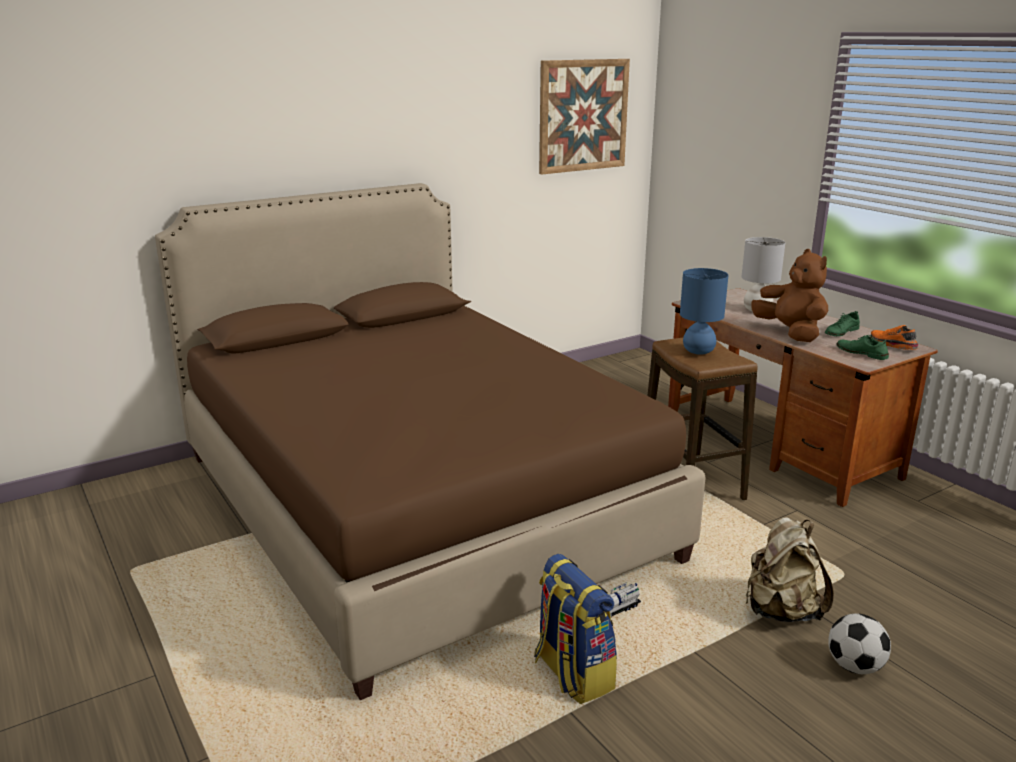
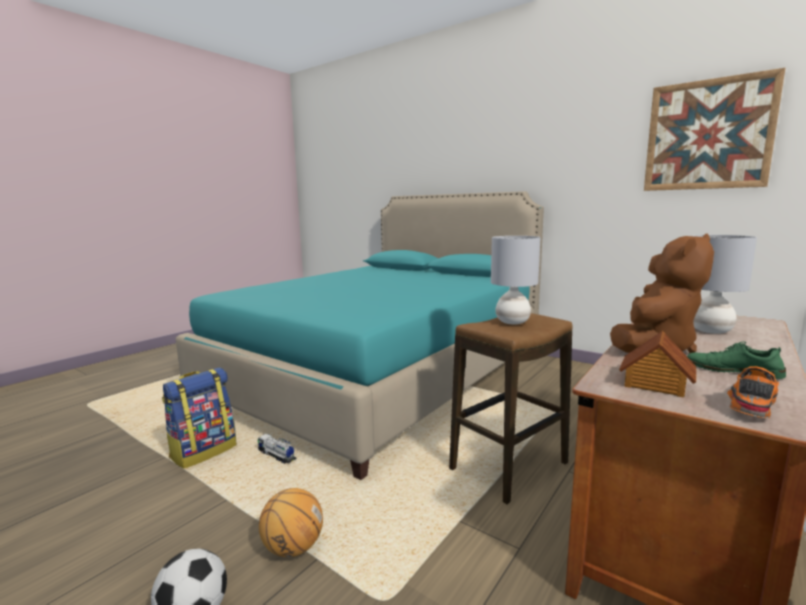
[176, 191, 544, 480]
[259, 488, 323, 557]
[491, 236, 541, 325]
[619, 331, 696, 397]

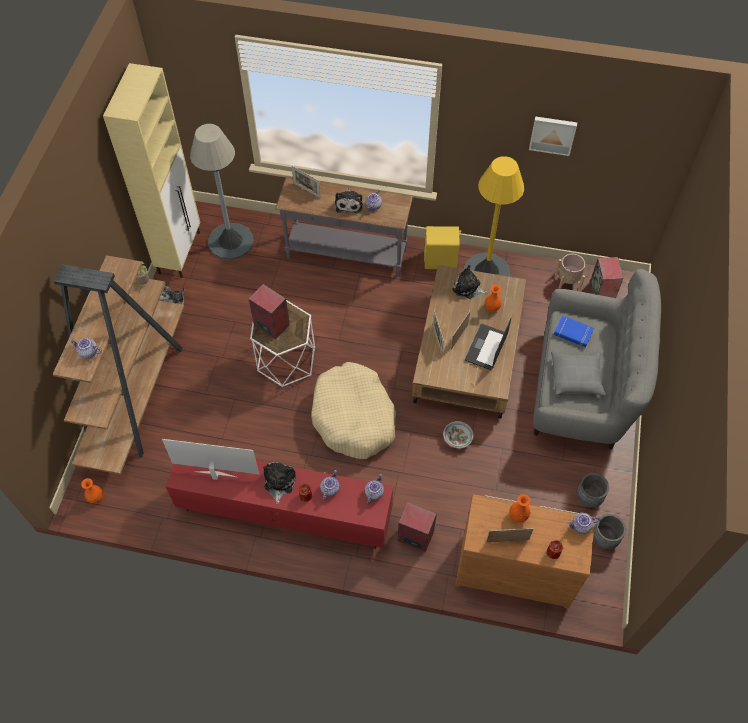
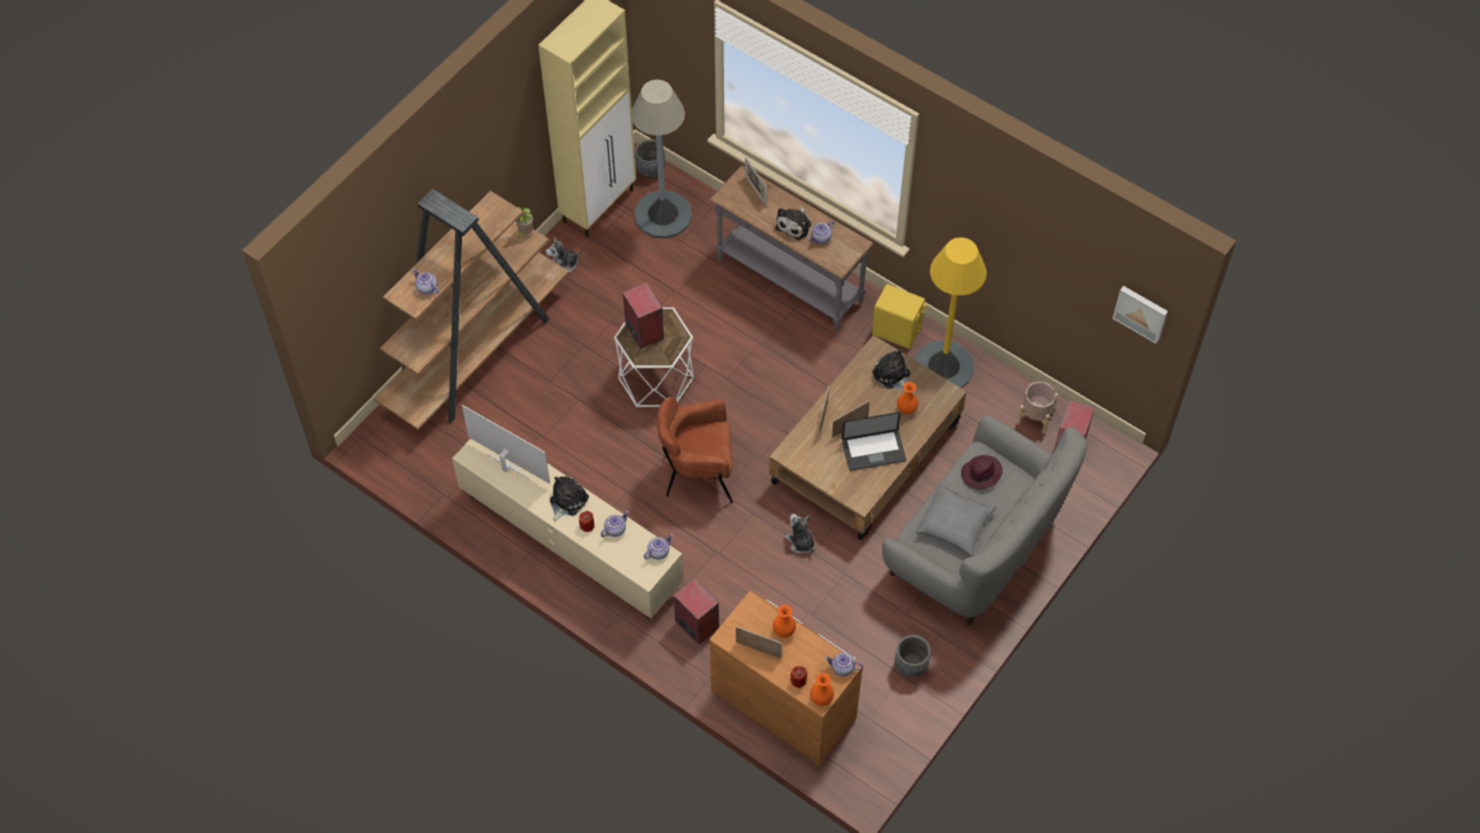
[452, 439, 684, 619]
[635, 139, 665, 178]
[657, 397, 733, 503]
[785, 514, 814, 554]
[810, 673, 834, 706]
[842, 412, 906, 471]
[961, 455, 1003, 490]
[1112, 286, 1168, 344]

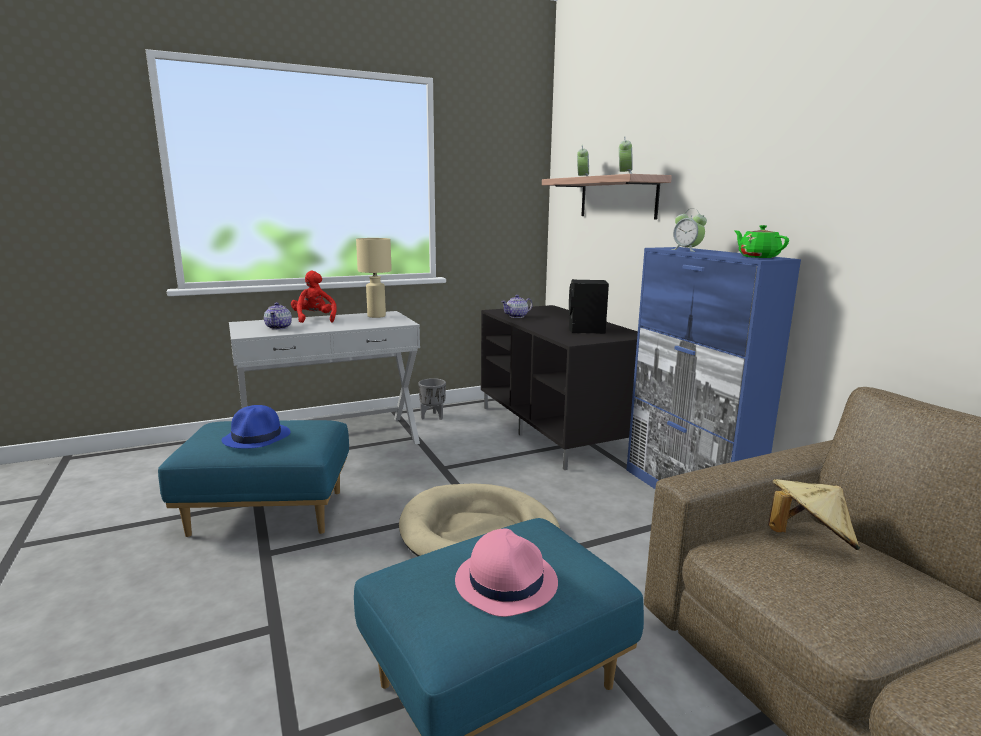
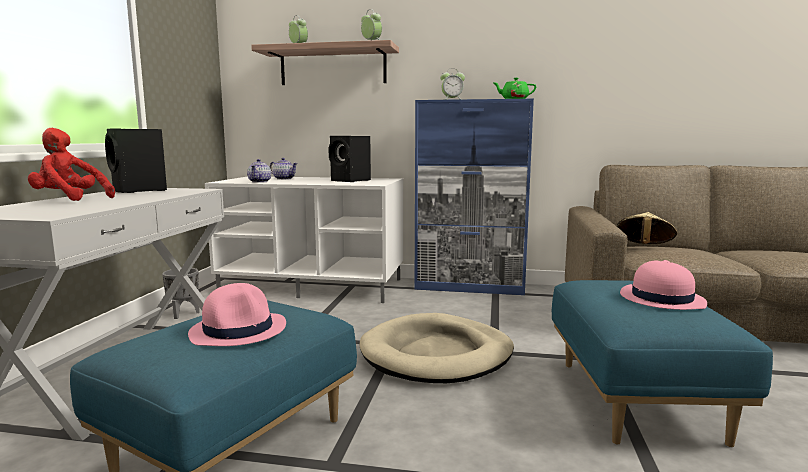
[105, 128, 167, 193]
[188, 283, 286, 346]
[205, 176, 403, 303]
[270, 158, 298, 180]

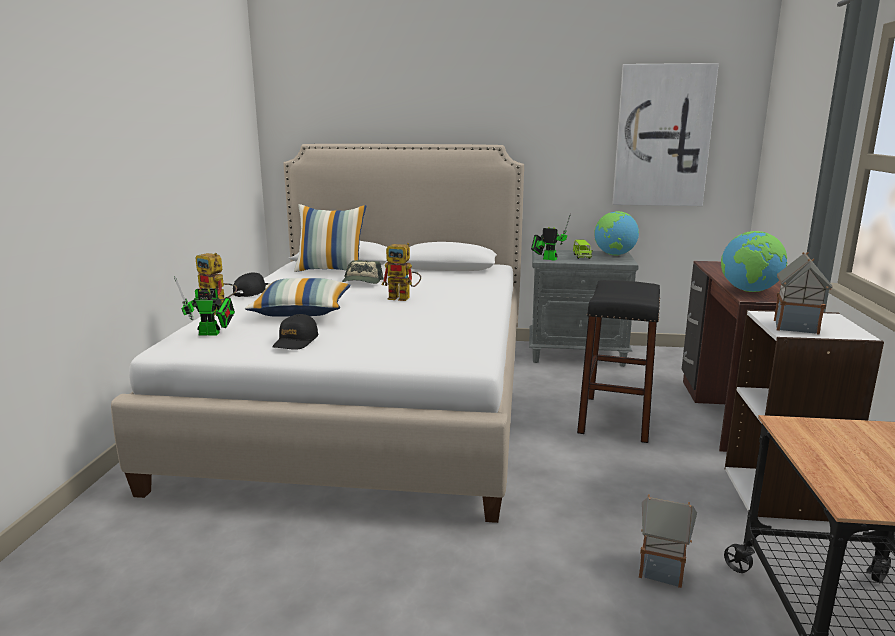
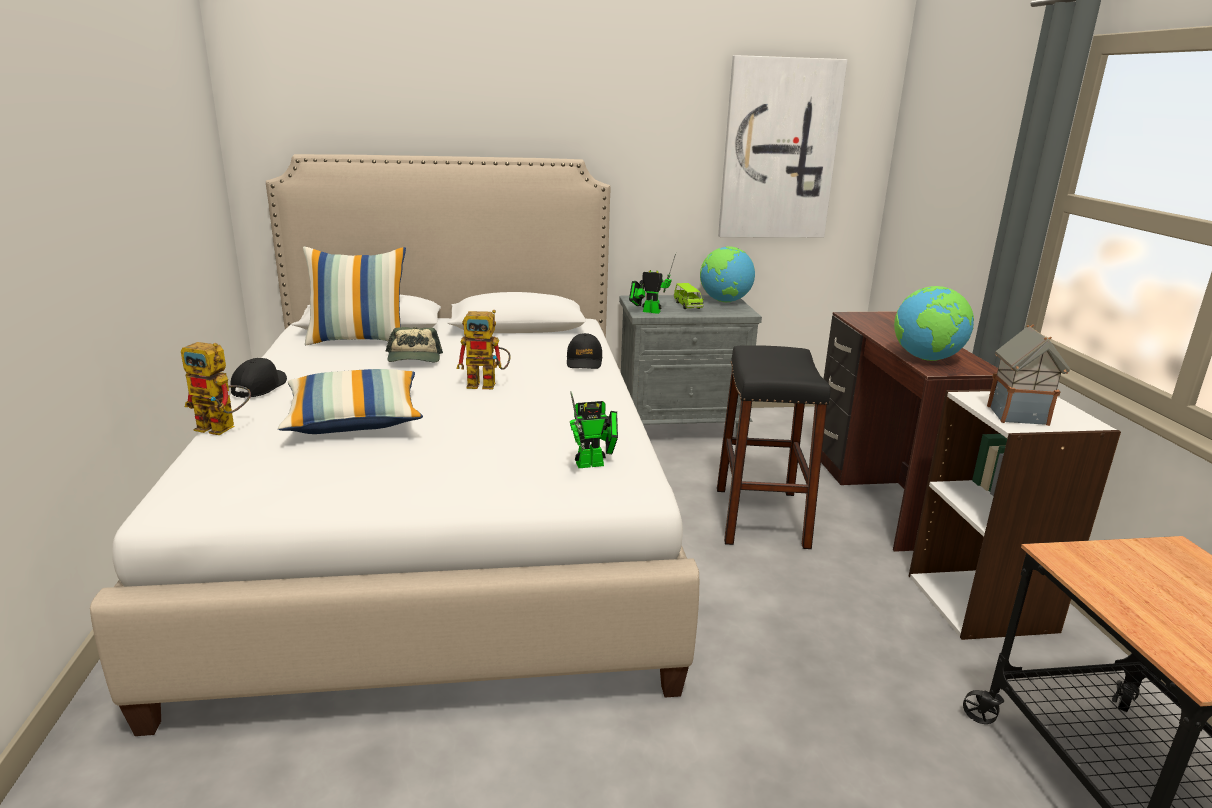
[567, 333, 603, 369]
[570, 391, 618, 468]
[639, 494, 697, 588] (first image)

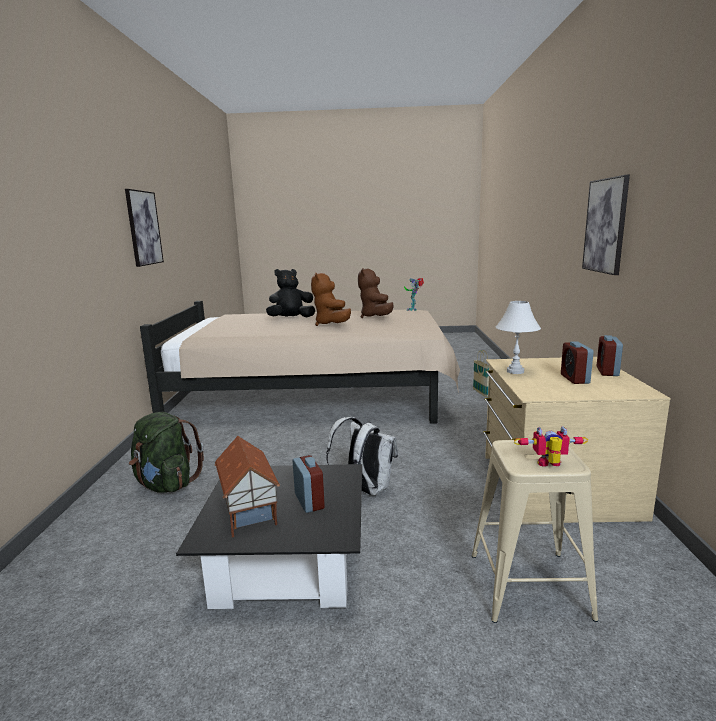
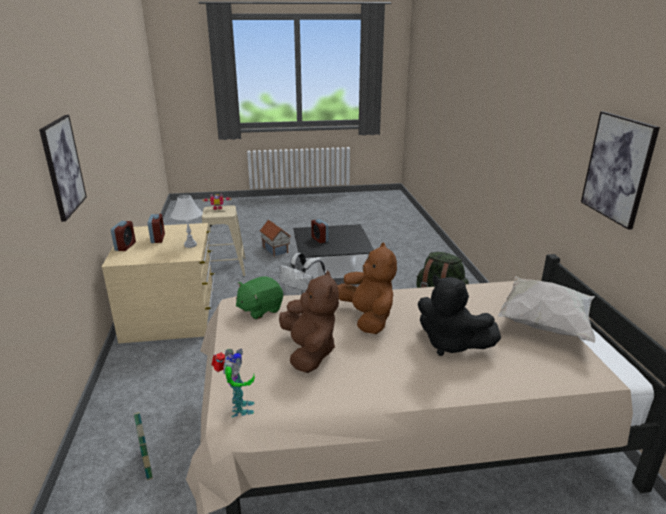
[236, 276, 283, 319]
[259, 220, 291, 257]
[418, 275, 501, 356]
[498, 276, 596, 343]

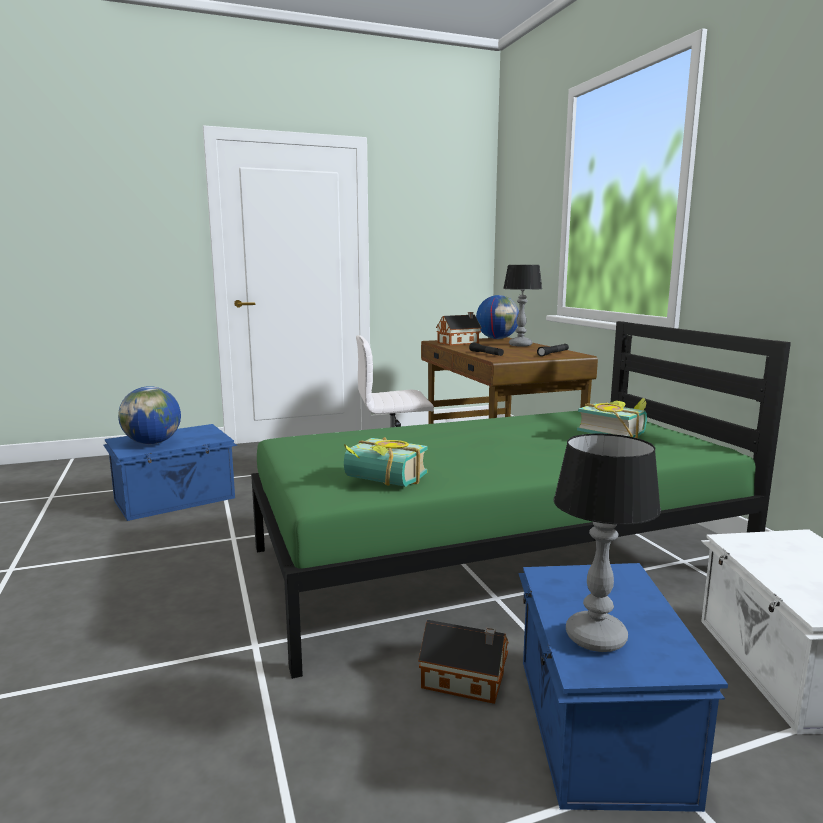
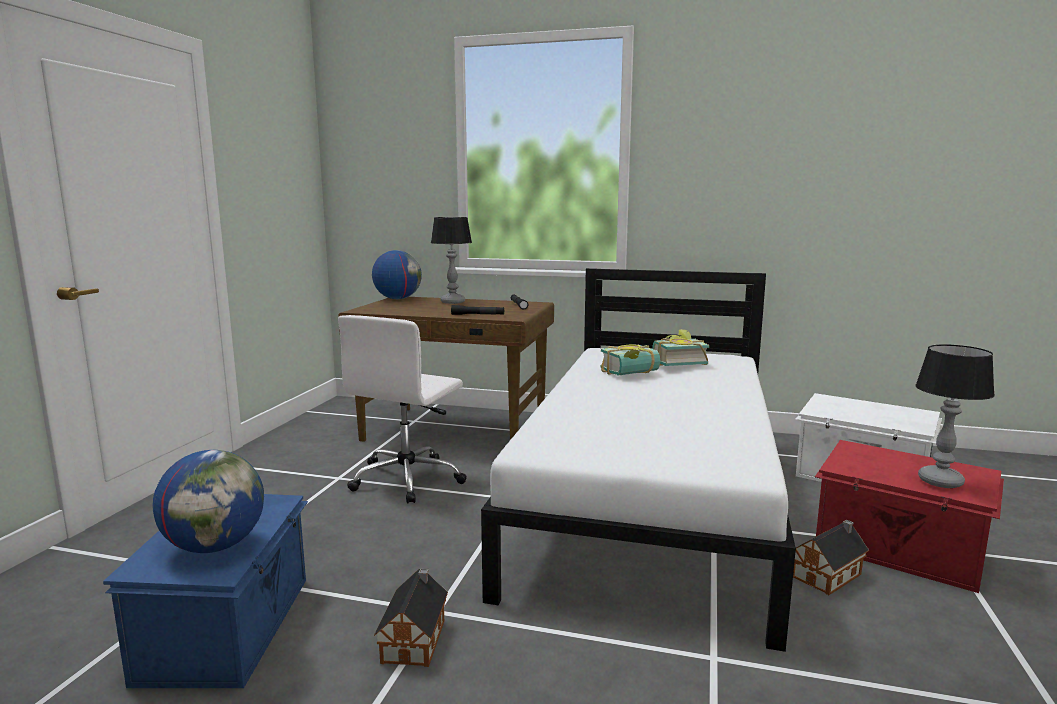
[374, 568, 448, 667]
[481, 268, 796, 652]
[600, 345, 660, 376]
[815, 440, 1004, 593]

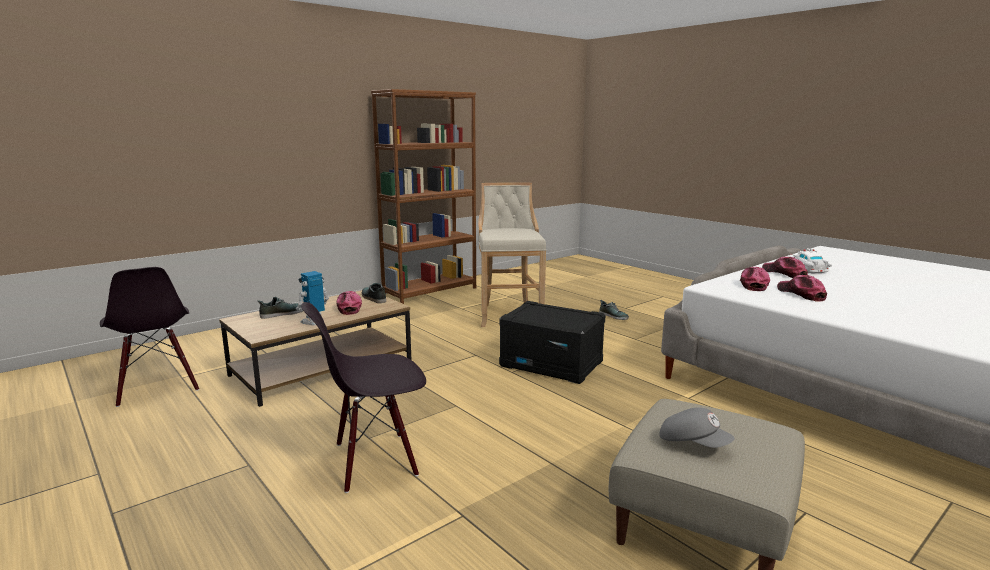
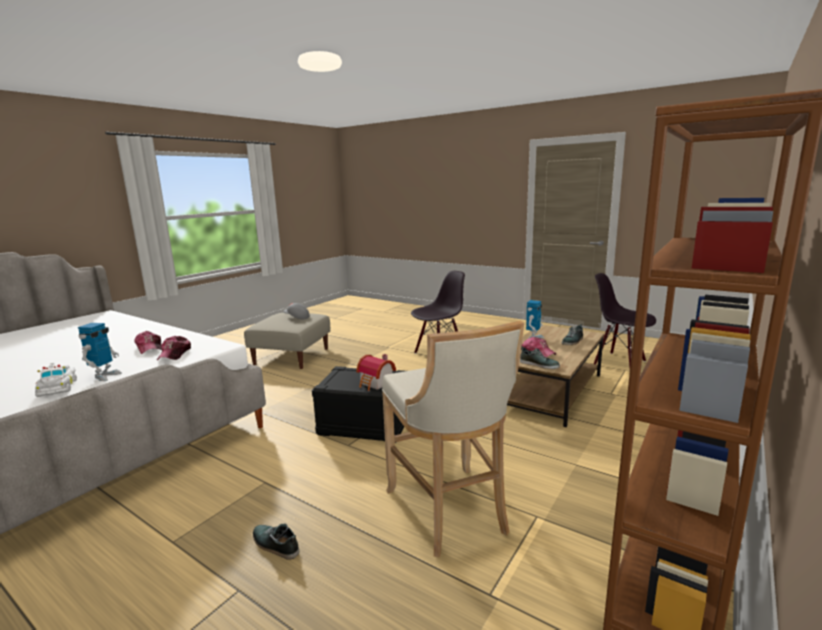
[78, 323, 122, 381]
[356, 354, 396, 391]

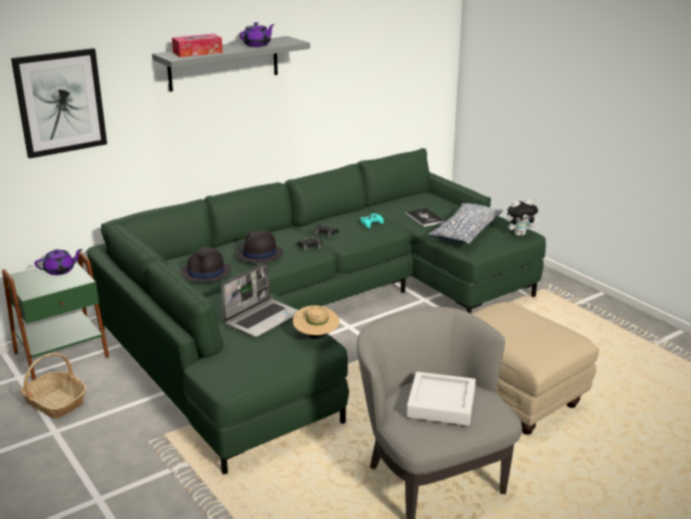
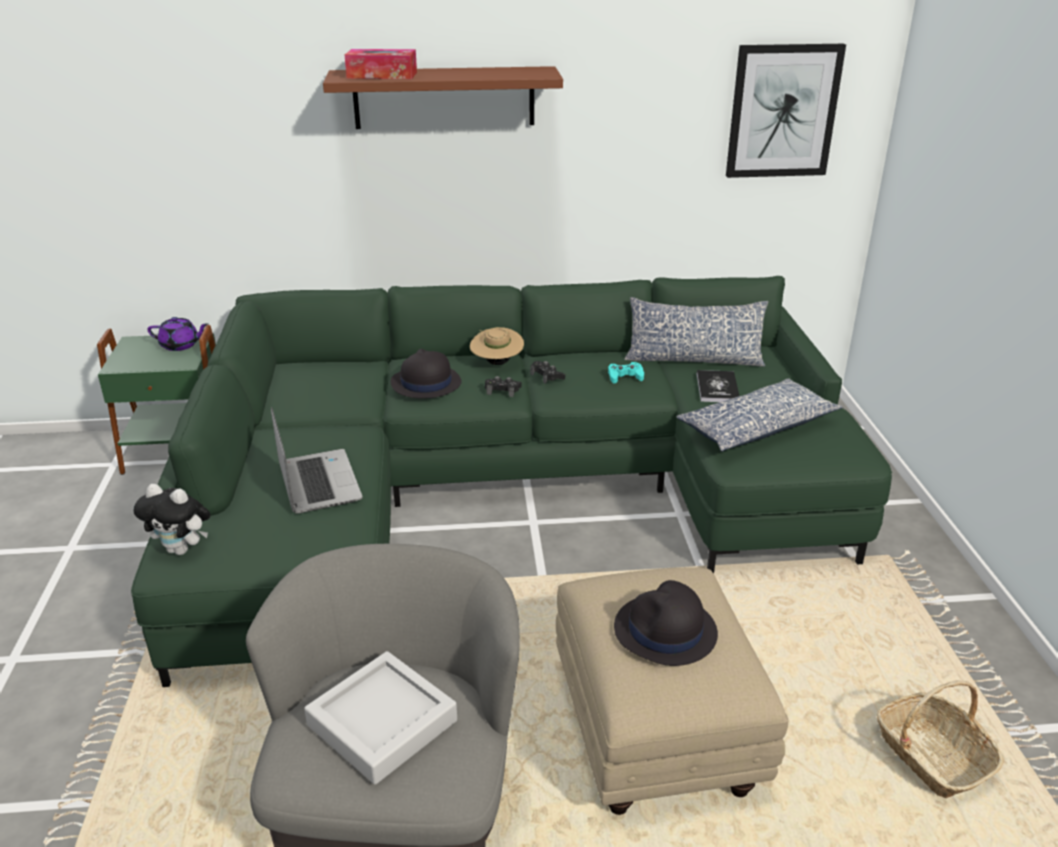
[134, 484, 211, 555]
[271, 407, 363, 514]
[323, 66, 563, 129]
[470, 327, 524, 365]
[614, 580, 718, 666]
[624, 297, 768, 367]
[726, 44, 846, 178]
[877, 680, 1005, 798]
[239, 22, 274, 47] (first image)

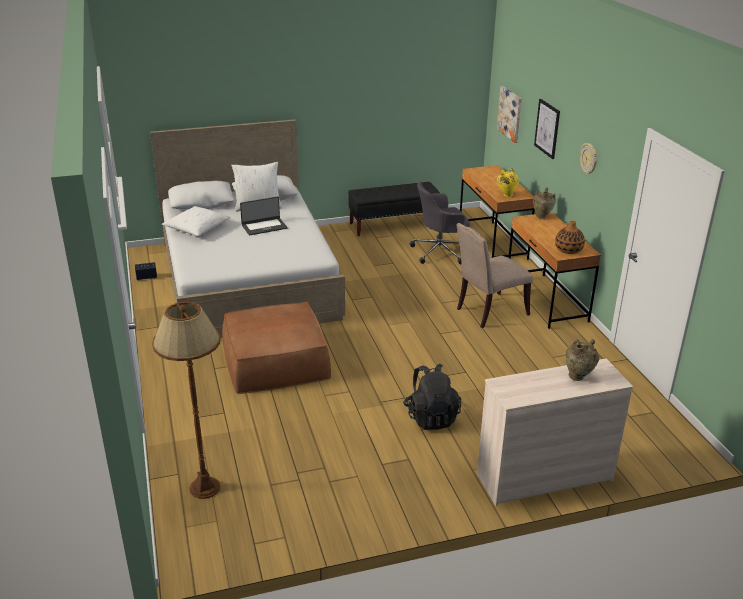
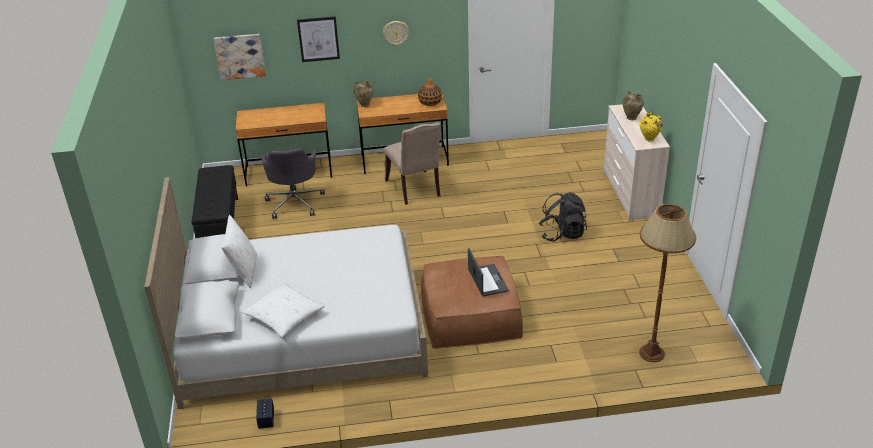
[468, 248, 509, 296]
[640, 112, 663, 141]

